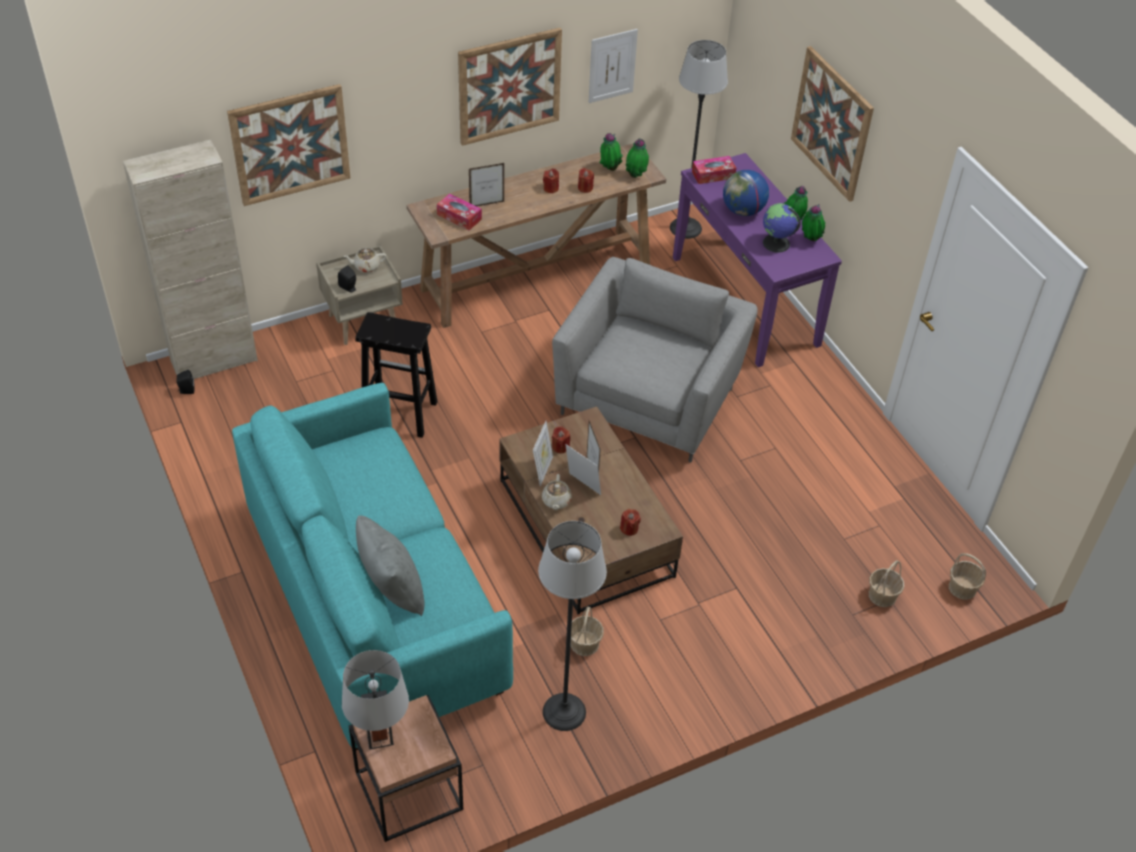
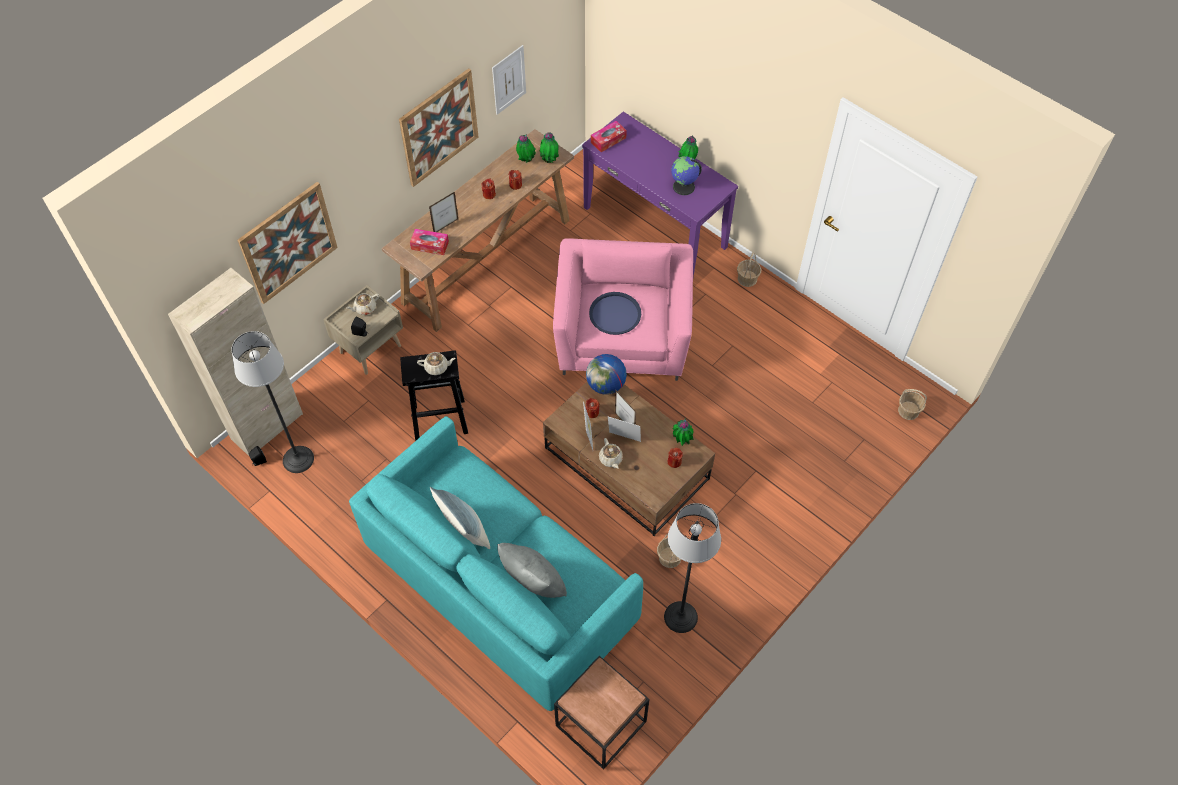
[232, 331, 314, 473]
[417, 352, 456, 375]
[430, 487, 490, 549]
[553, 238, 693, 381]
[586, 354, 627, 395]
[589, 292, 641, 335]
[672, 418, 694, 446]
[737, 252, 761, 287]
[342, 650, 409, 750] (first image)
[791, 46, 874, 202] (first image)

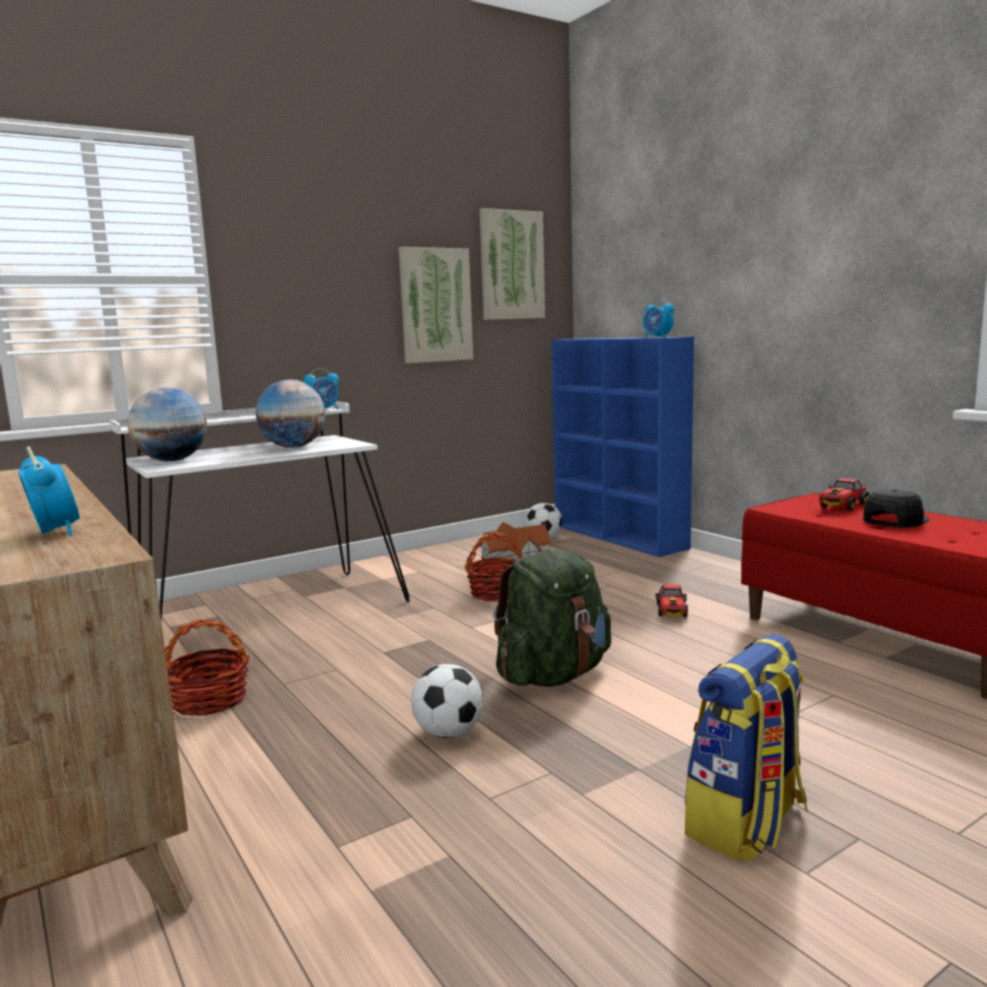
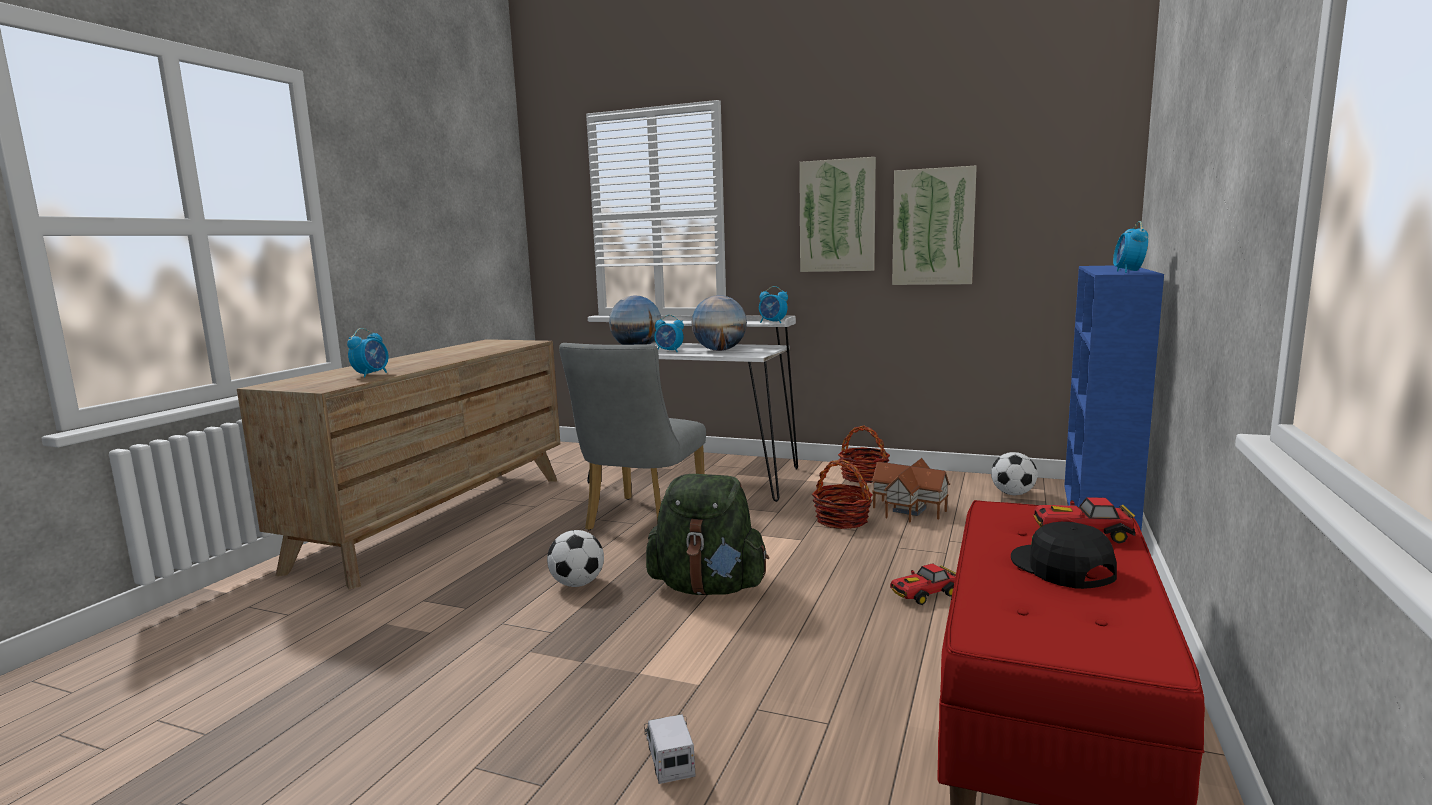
[559, 343, 706, 530]
[644, 714, 696, 784]
[654, 315, 684, 352]
[799, 157, 876, 272]
[838, 426, 890, 483]
[1011, 522, 1117, 589]
[684, 634, 808, 863] (first image)

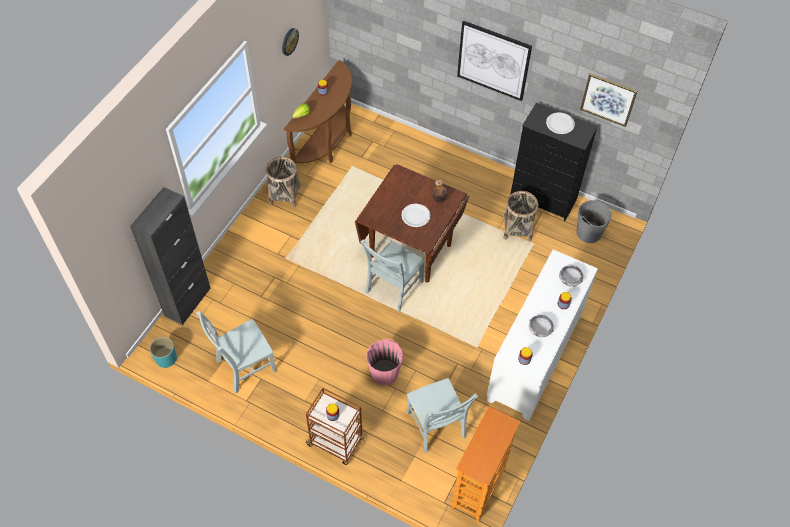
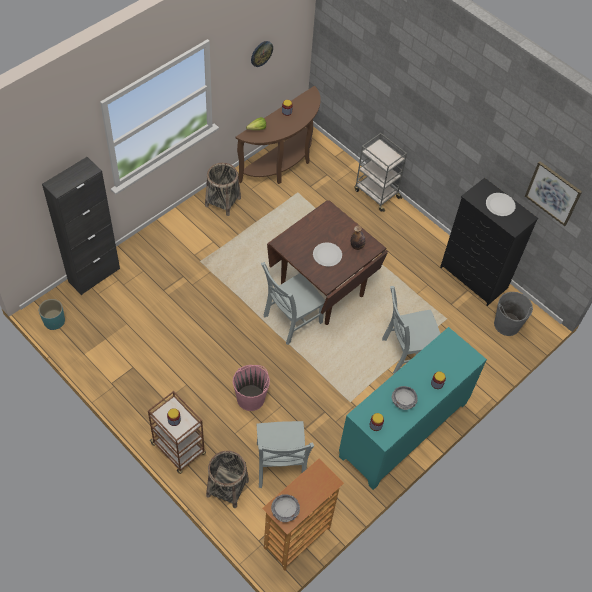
[206, 451, 249, 508]
[271, 494, 300, 522]
[339, 327, 487, 490]
[354, 133, 407, 212]
[382, 286, 440, 374]
[457, 21, 532, 101] (first image)

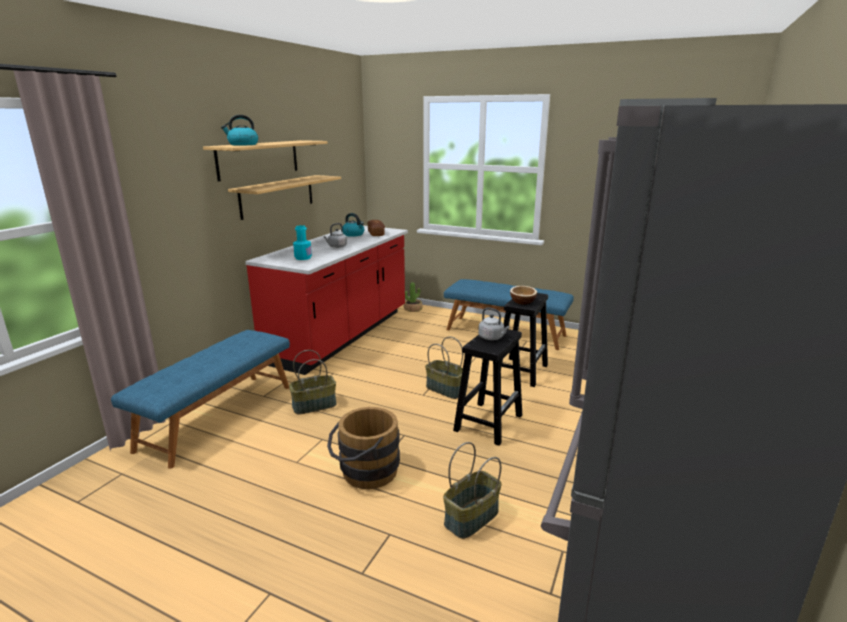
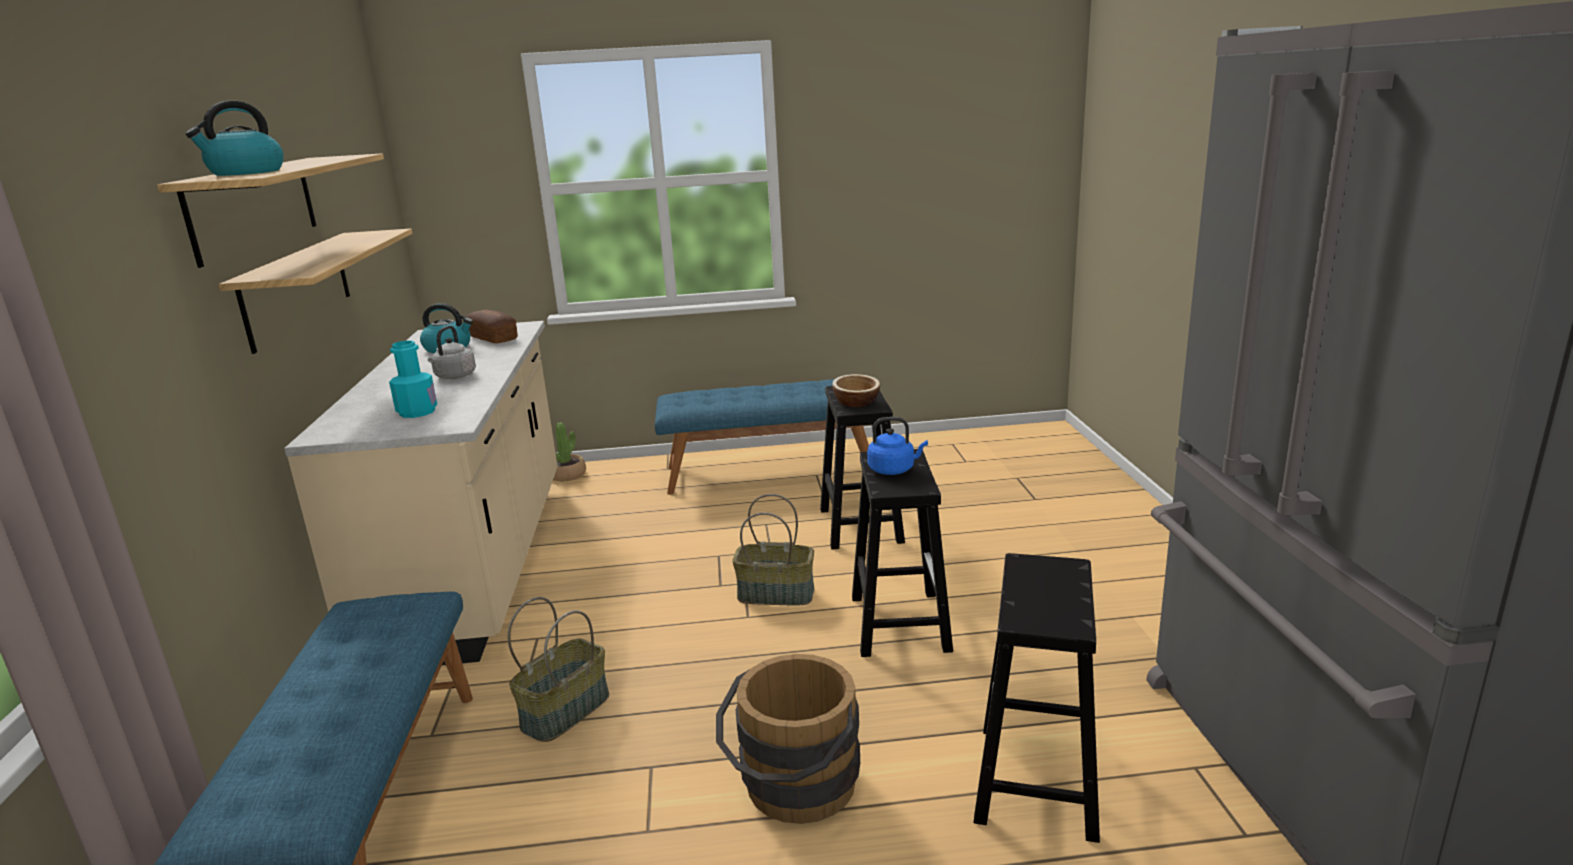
[284, 321, 558, 666]
[867, 417, 928, 475]
[973, 553, 1100, 843]

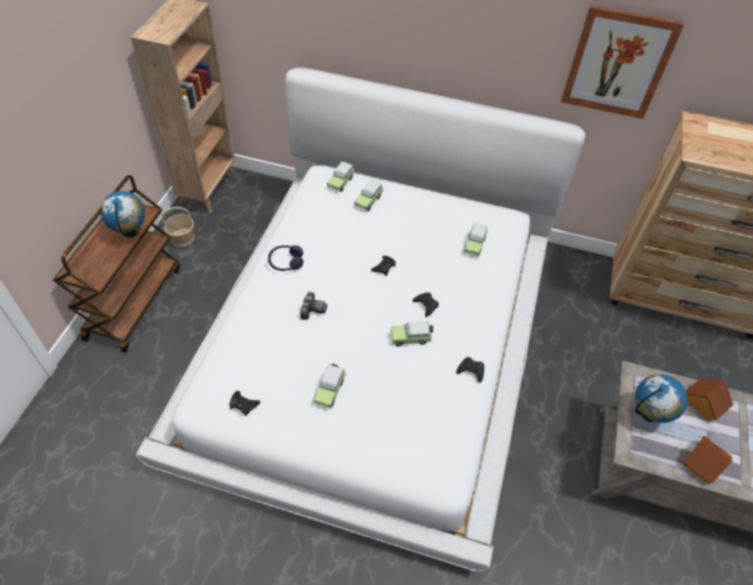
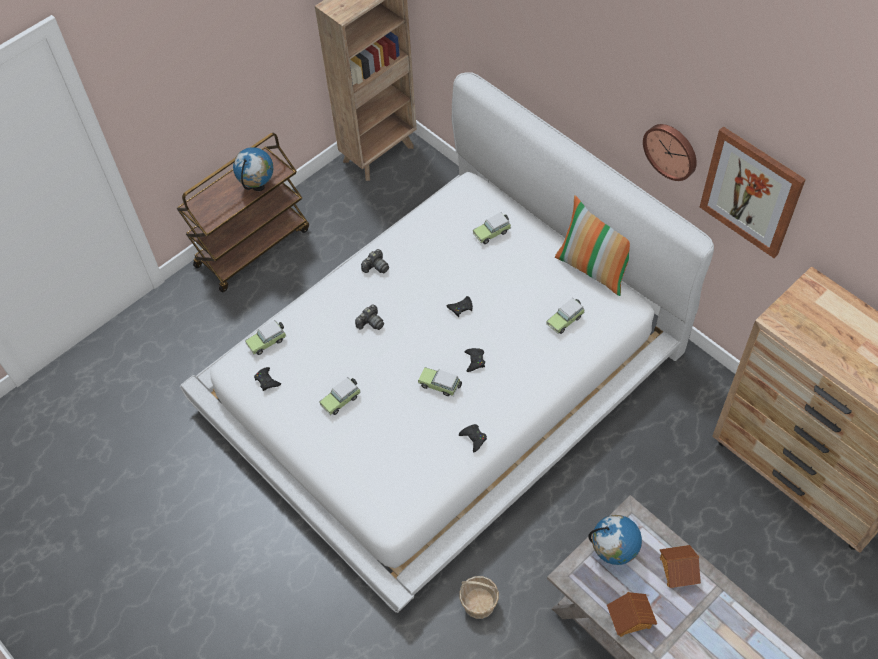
[245, 320, 287, 355]
[361, 249, 389, 273]
[460, 576, 499, 619]
[555, 195, 630, 296]
[643, 124, 697, 181]

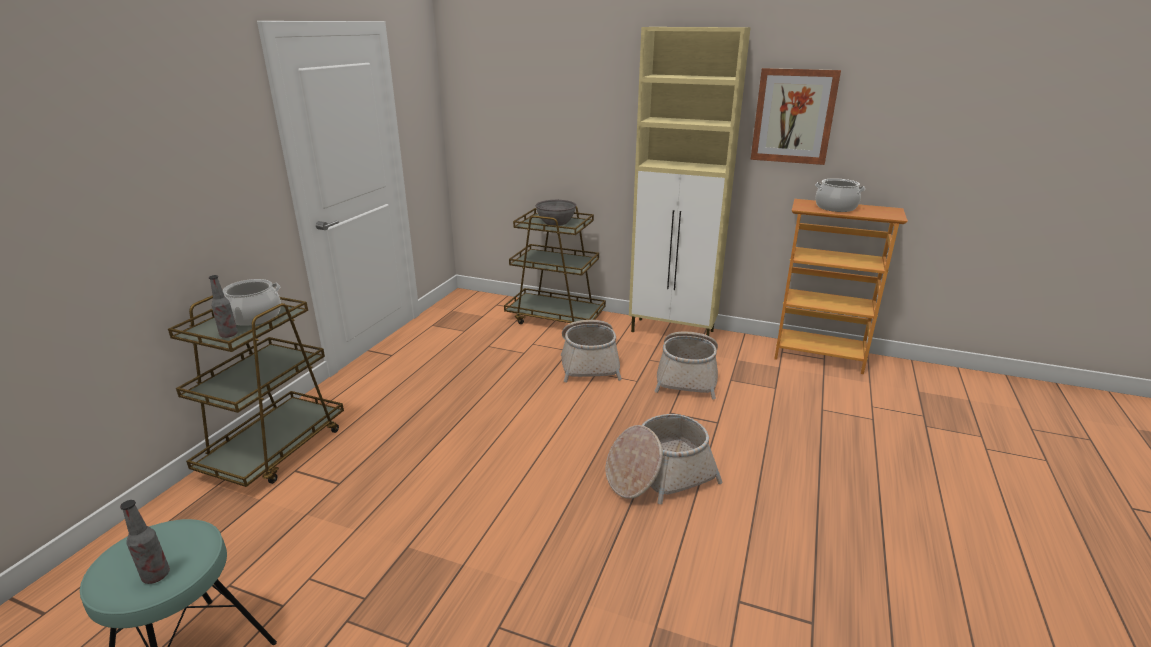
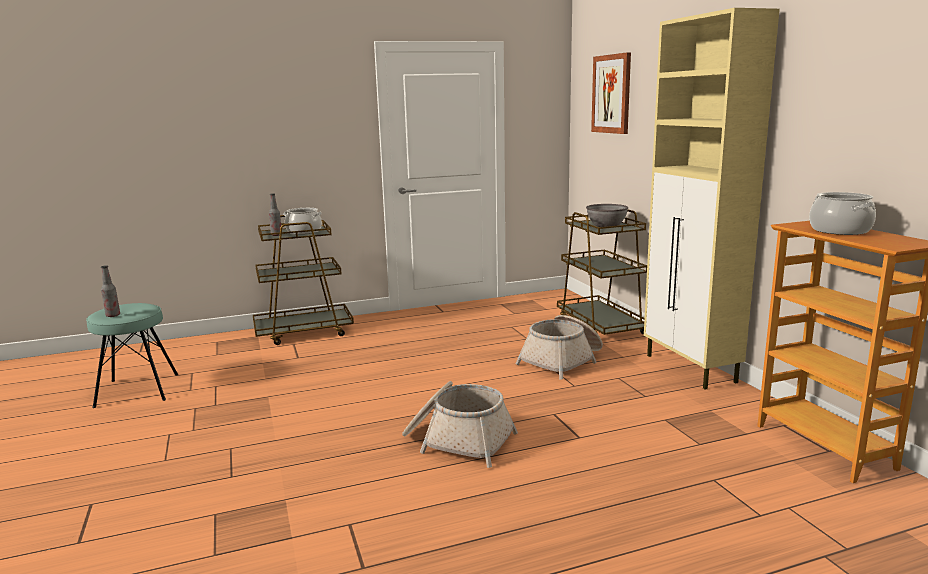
[591, 52, 631, 134]
[654, 332, 718, 400] (first image)

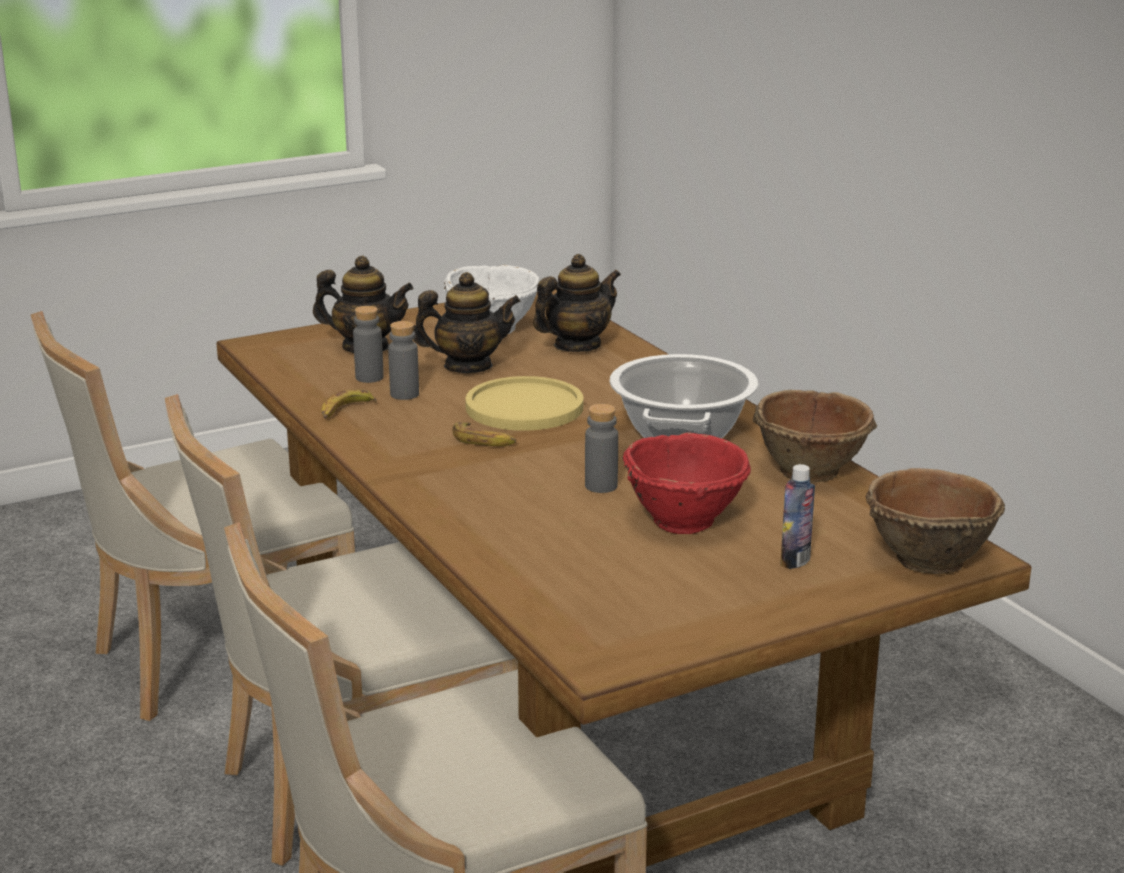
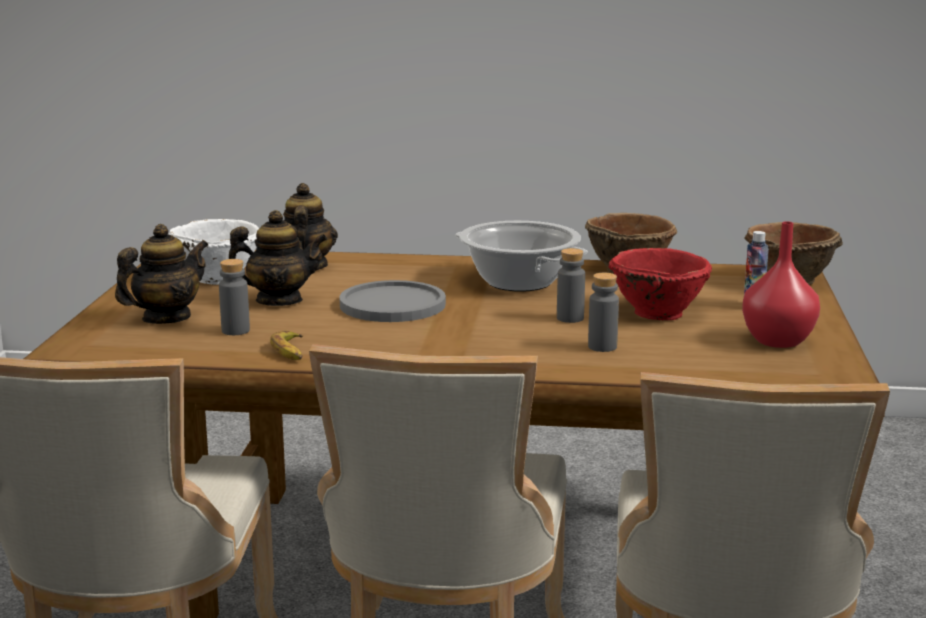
[229, 210, 328, 306]
[339, 280, 446, 322]
[588, 273, 619, 352]
[742, 221, 820, 348]
[452, 422, 516, 447] (first image)

